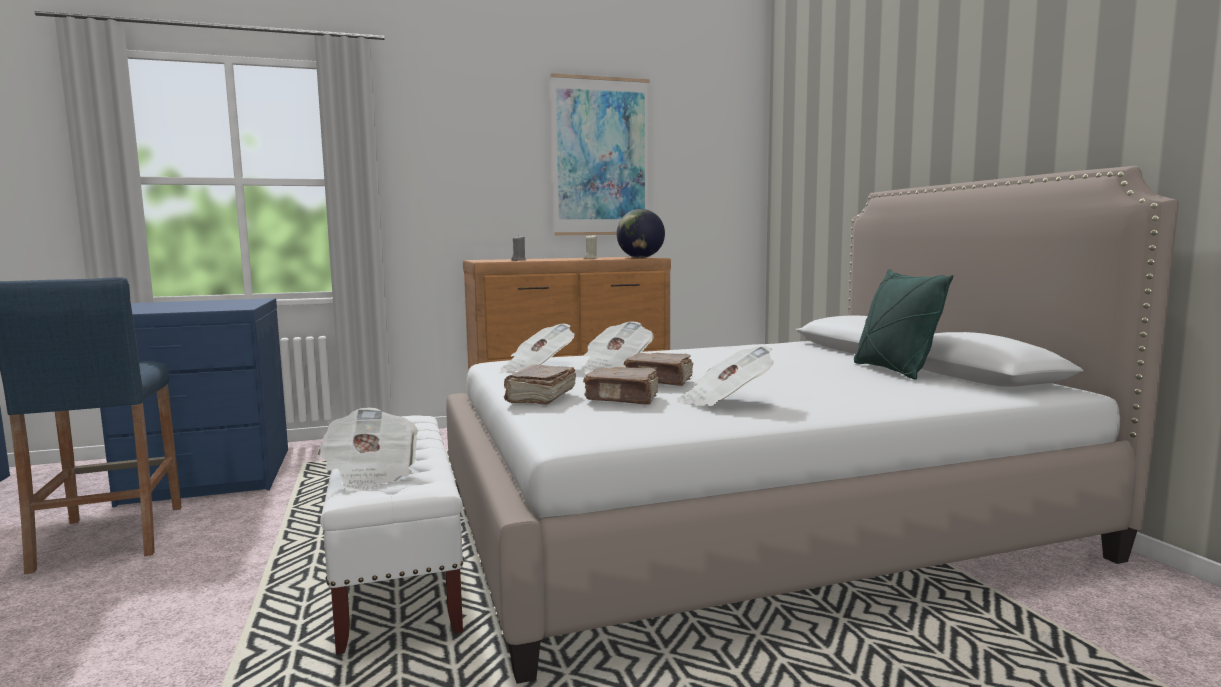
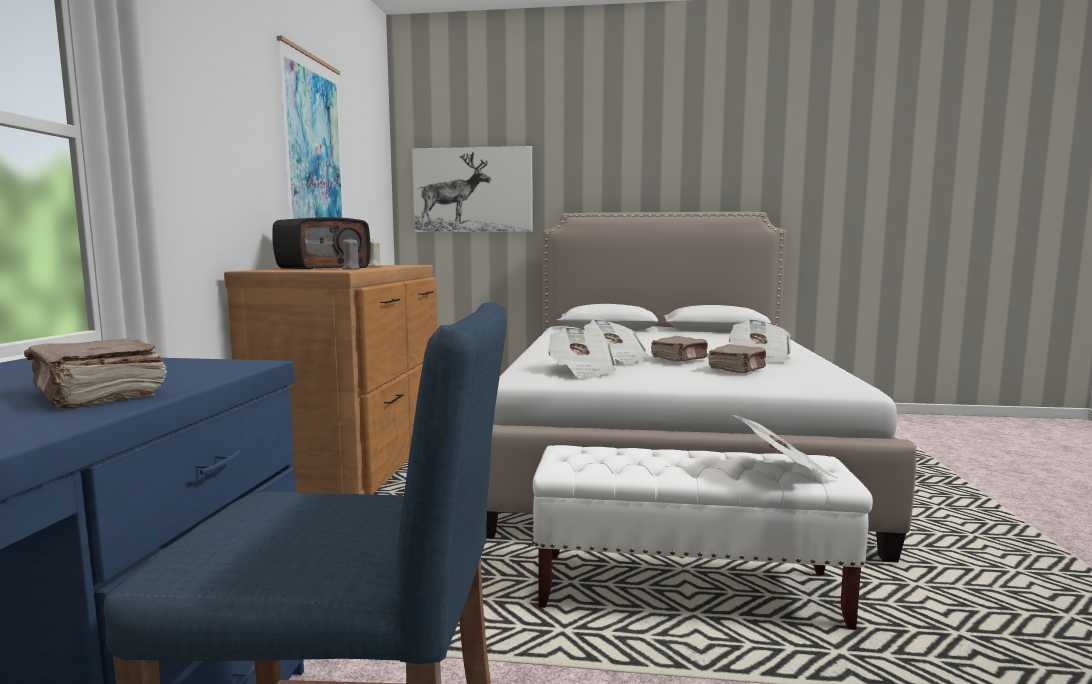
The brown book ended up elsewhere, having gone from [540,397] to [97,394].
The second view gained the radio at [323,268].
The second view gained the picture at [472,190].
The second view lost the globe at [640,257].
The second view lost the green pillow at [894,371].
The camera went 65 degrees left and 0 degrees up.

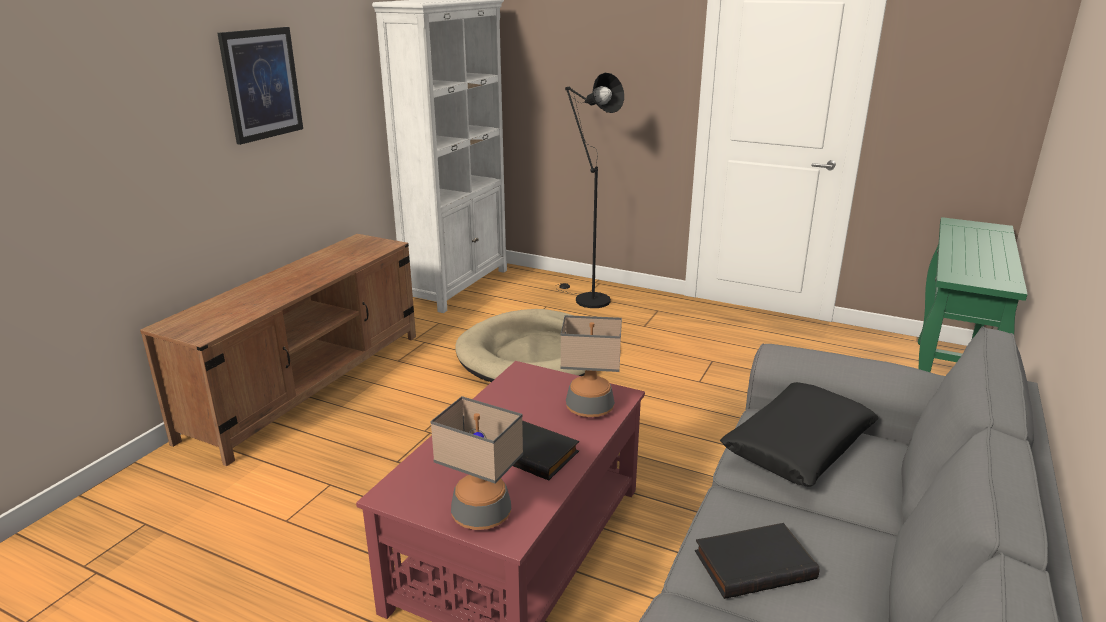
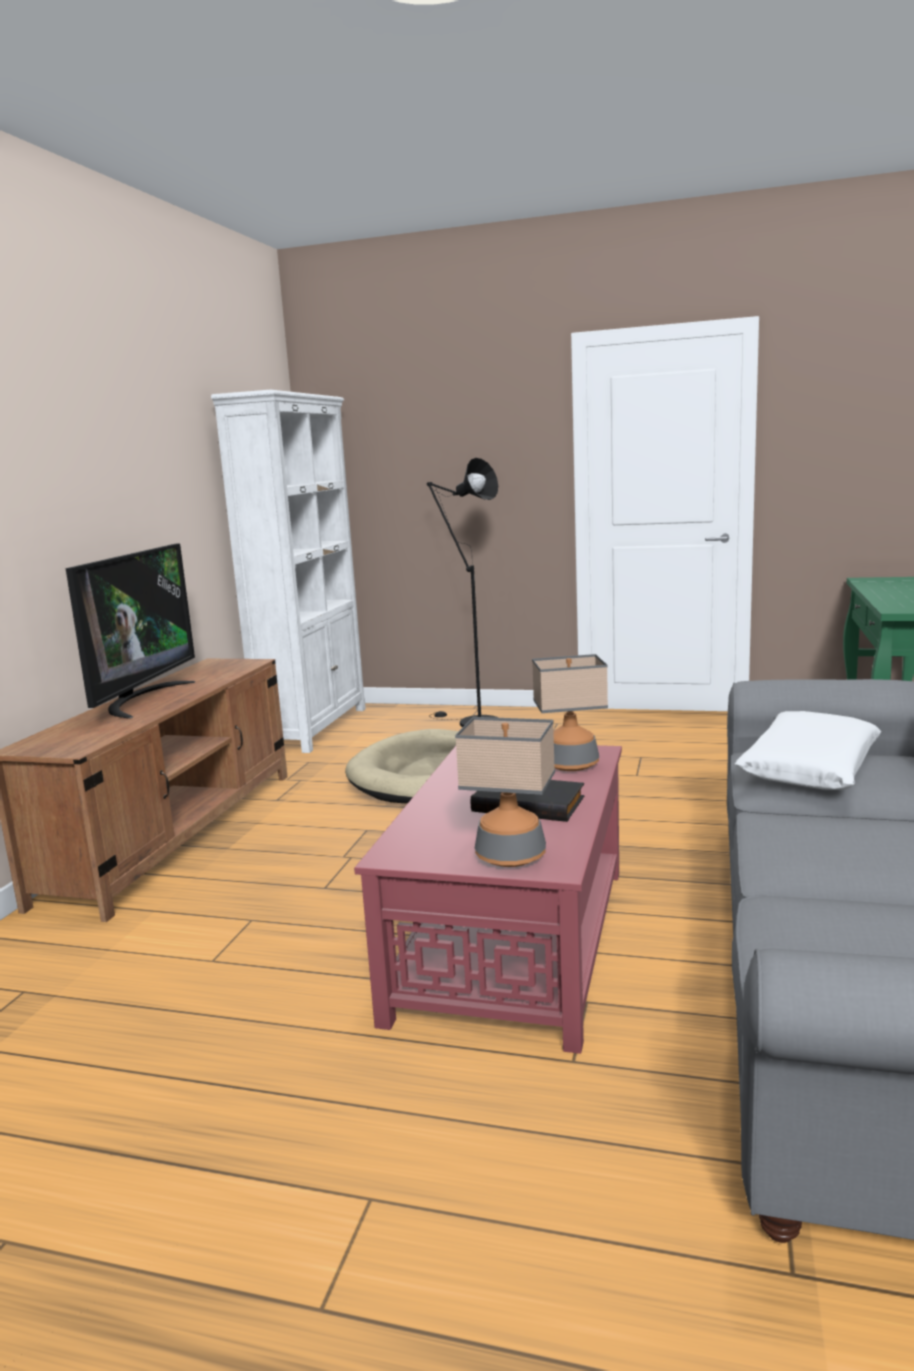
The second view gained the television at [141,699].
What was the black pillow at [798,445] turned into the white pillow at [809,768].
The second view lost the picture at [261,84].
The second view lost the black book at [753,563].
The camera went 10 degrees left and 10 degrees down.

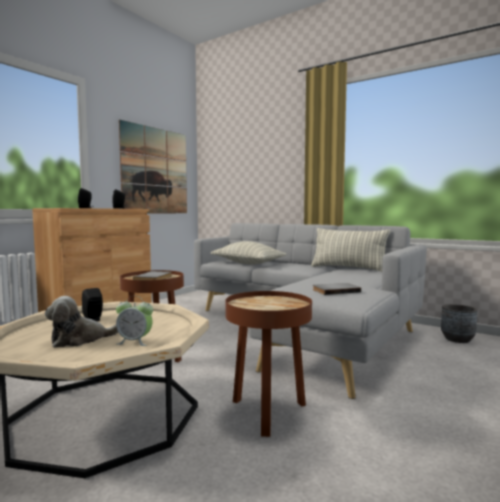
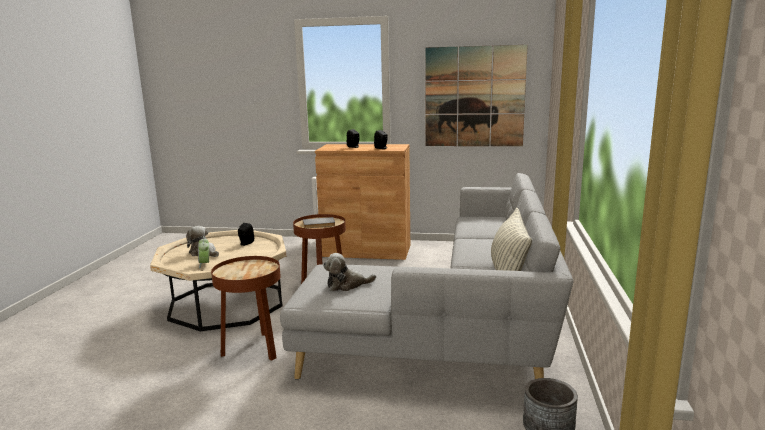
Where the grey book stood at [335,290], the plush toy came to stand at [347,285].
The second view lost the pillow at [248,263].
The camera went 65 degrees right and 10 degrees up.

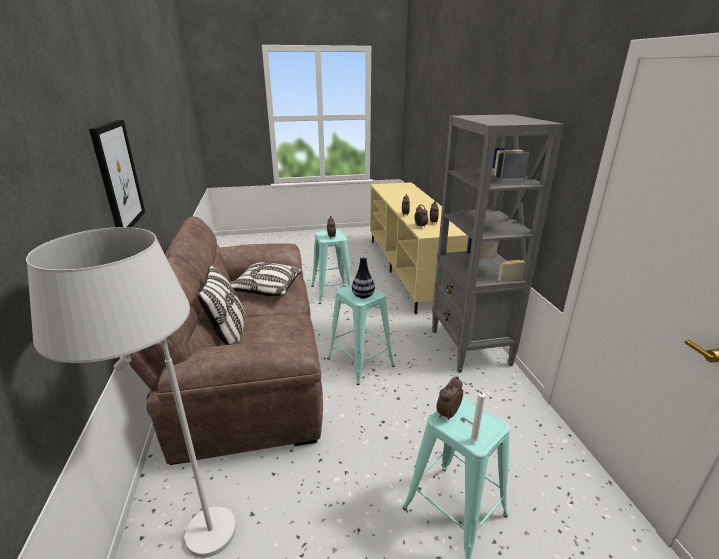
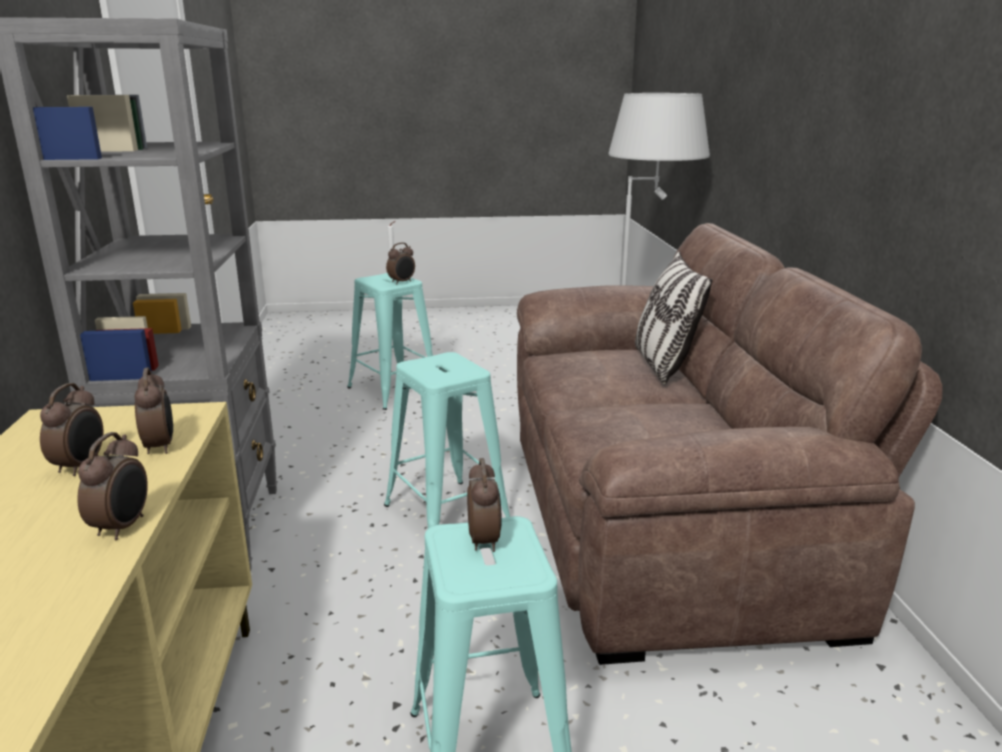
The second view lost the picture at [118,176].
The second view lost the pillow at [267,289].
The second view lost the vase at [363,296].
The camera went 175 degrees left and 5 degrees down.

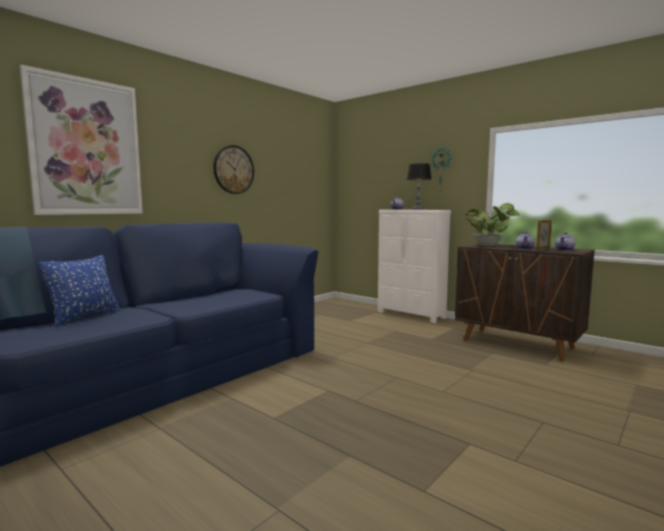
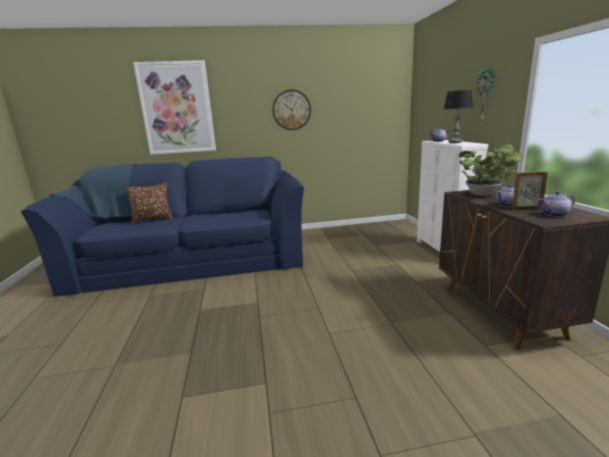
What was the blue pillow at [84,317] turned into the brown pillow at [153,220].
The camera went 40 degrees right and 10 degrees up.

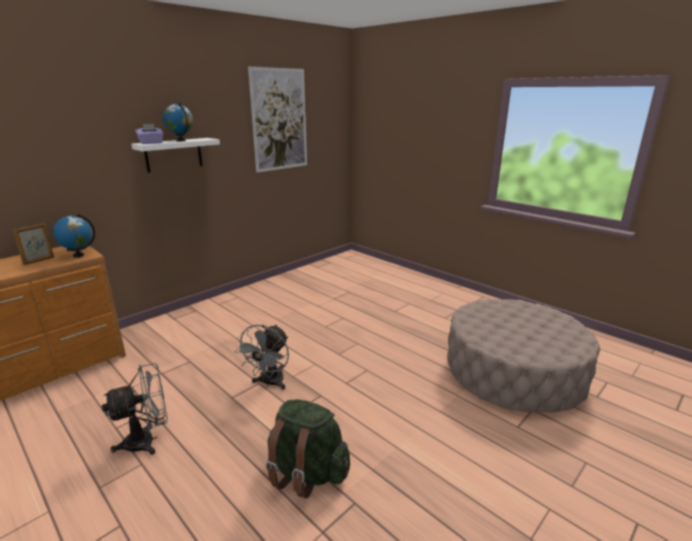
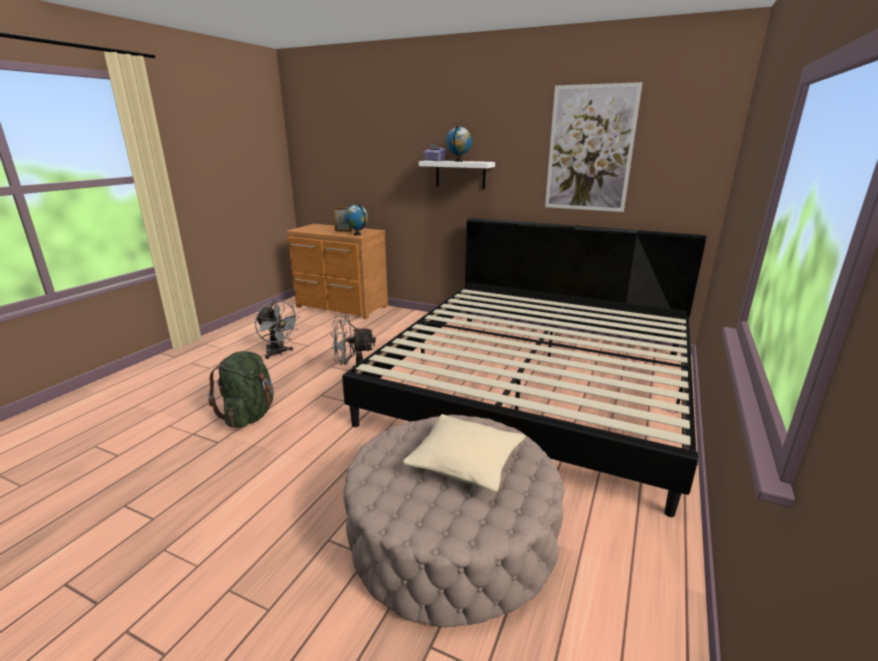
The second view gained the bed at [536,385].
The second view gained the beige pillow at [465,463].
The camera went 70 degrees right and 0 degrees up.

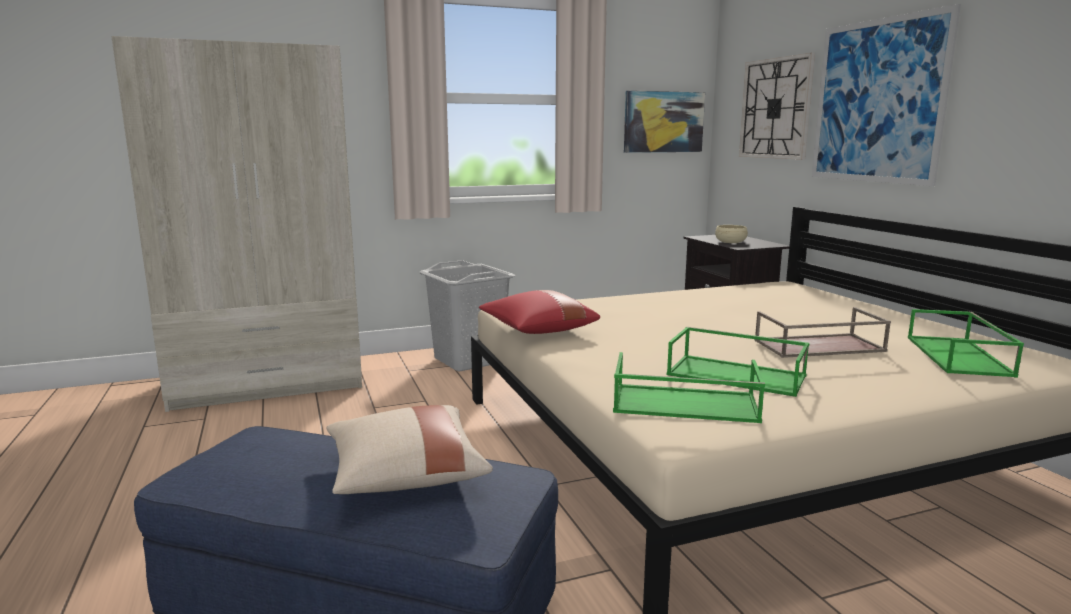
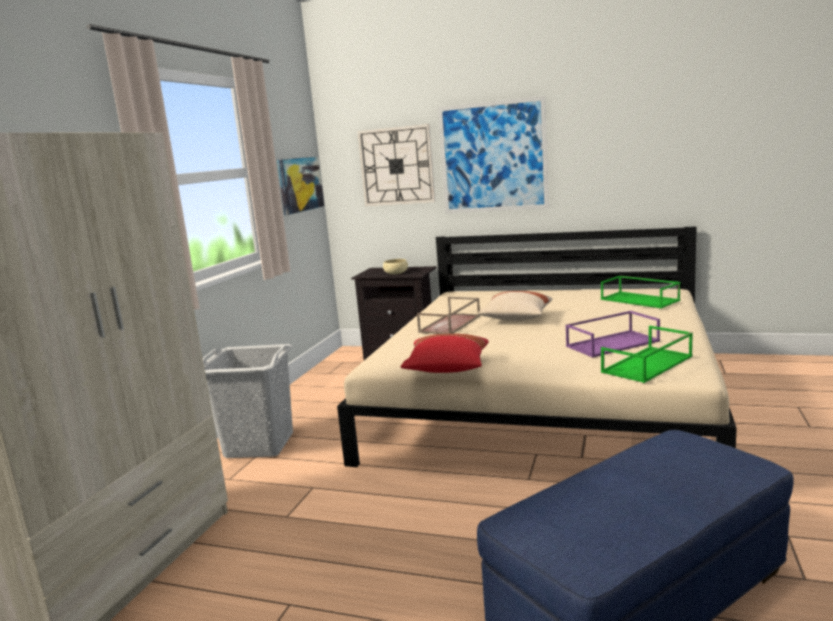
The brown tray ended up elsewhere, having gone from [818,346] to [450,324].
The beige pillow ended up elsewhere, having gone from [405,475] to [516,319].
What was the green tray at [737,375] turned into the purple tray at [612,343].
The camera went 50 degrees left and 0 degrees up.

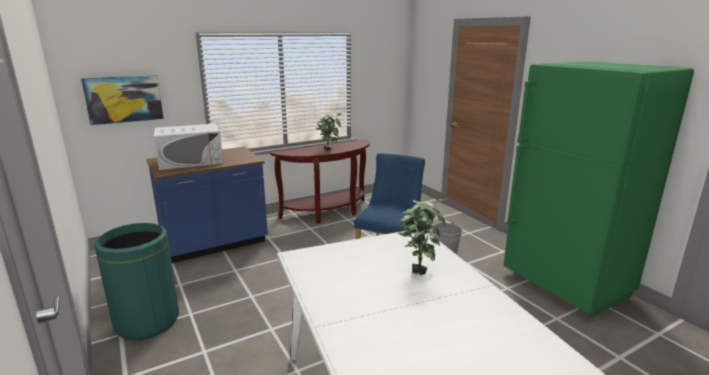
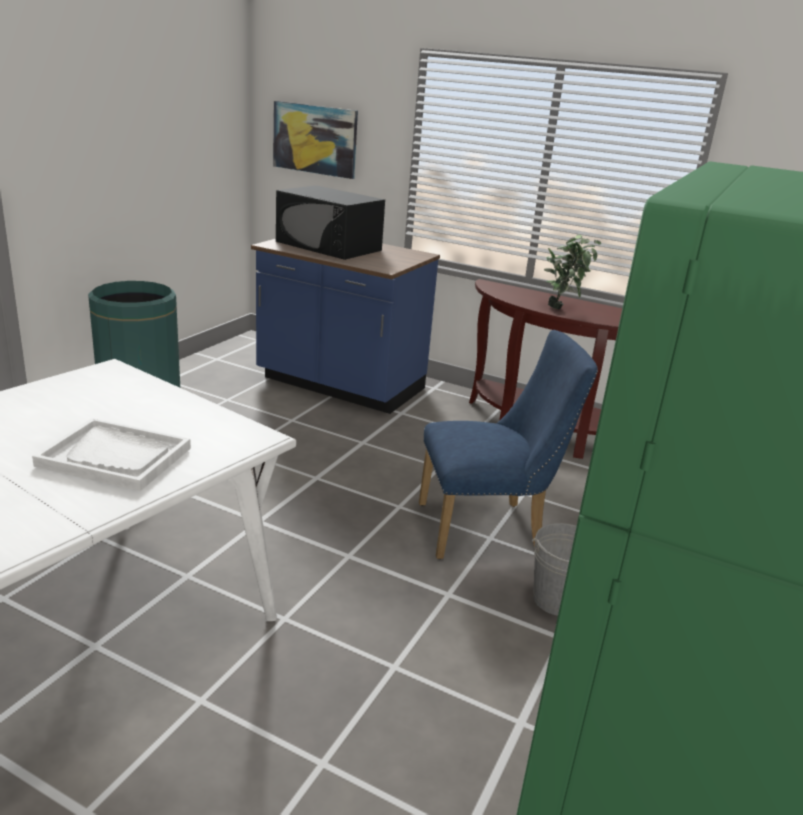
Where the potted plant stood at [419,269], the white tray came to stand at [115,457].
What was the white microwave at [191,161] turned into the black microwave at [328,246].
The camera went 55 degrees right and 5 degrees up.

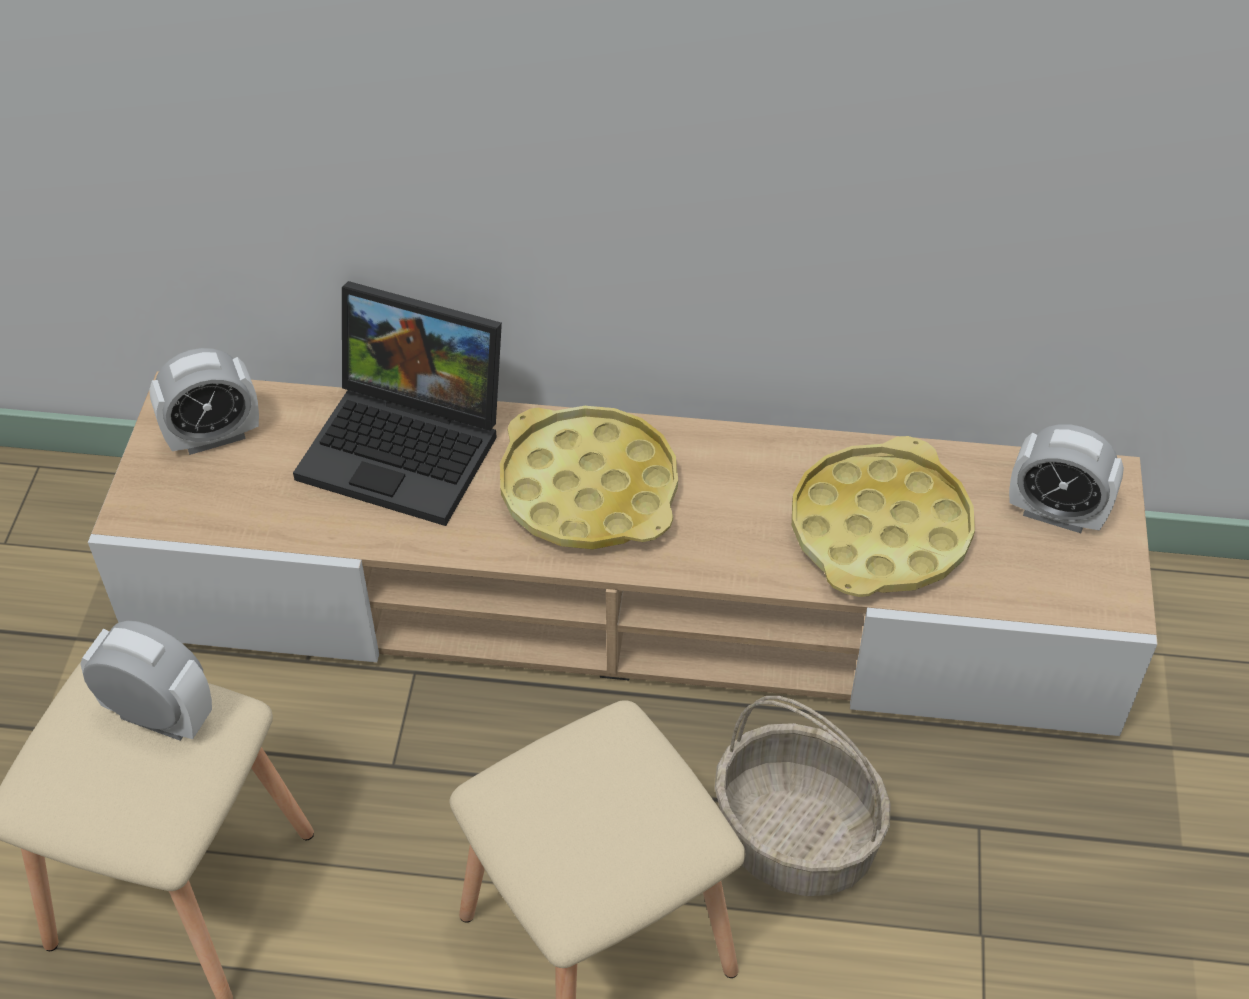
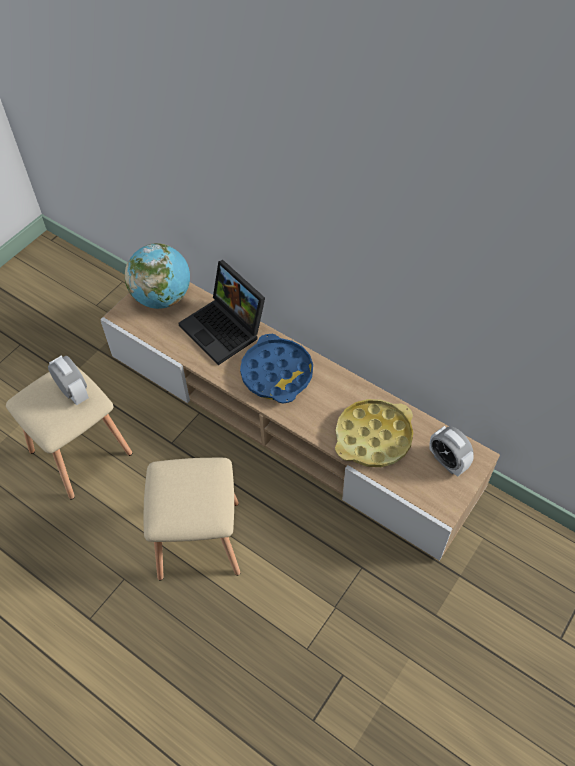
Where the alarm clock stood at [214,436], the globe came to stand at [162,297].
What was the yellow tray at [589,489] turned into the blue tray at [277,373].
The second view lost the basket at [797,837].
The camera went 30 degrees right and 5 degrees up.

